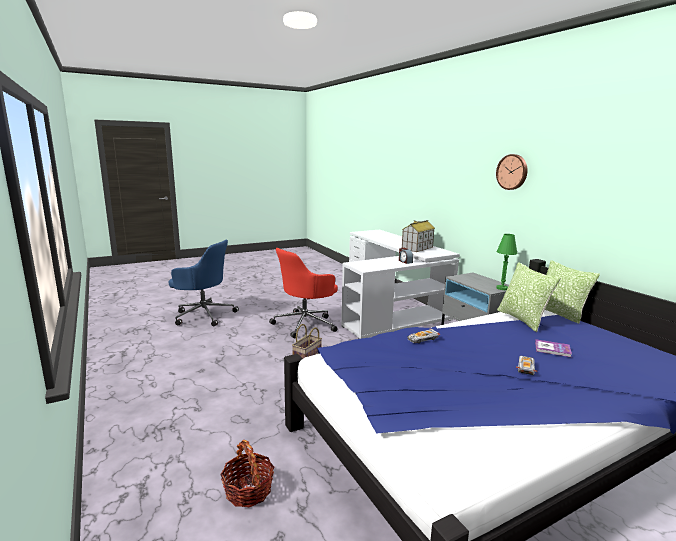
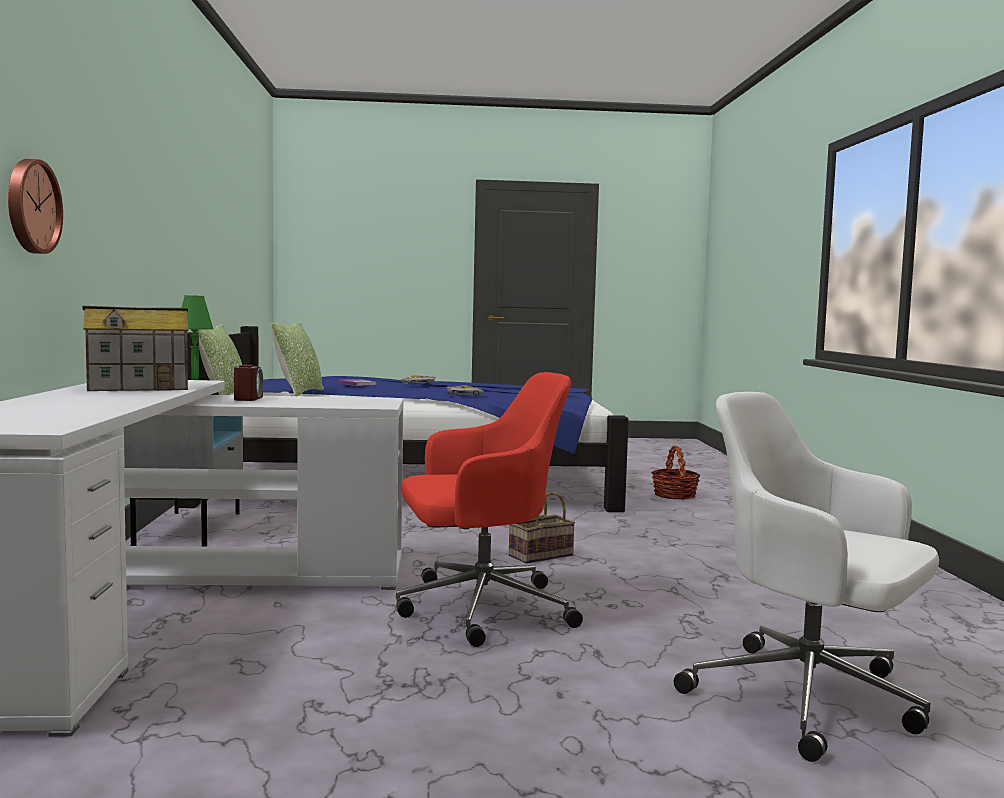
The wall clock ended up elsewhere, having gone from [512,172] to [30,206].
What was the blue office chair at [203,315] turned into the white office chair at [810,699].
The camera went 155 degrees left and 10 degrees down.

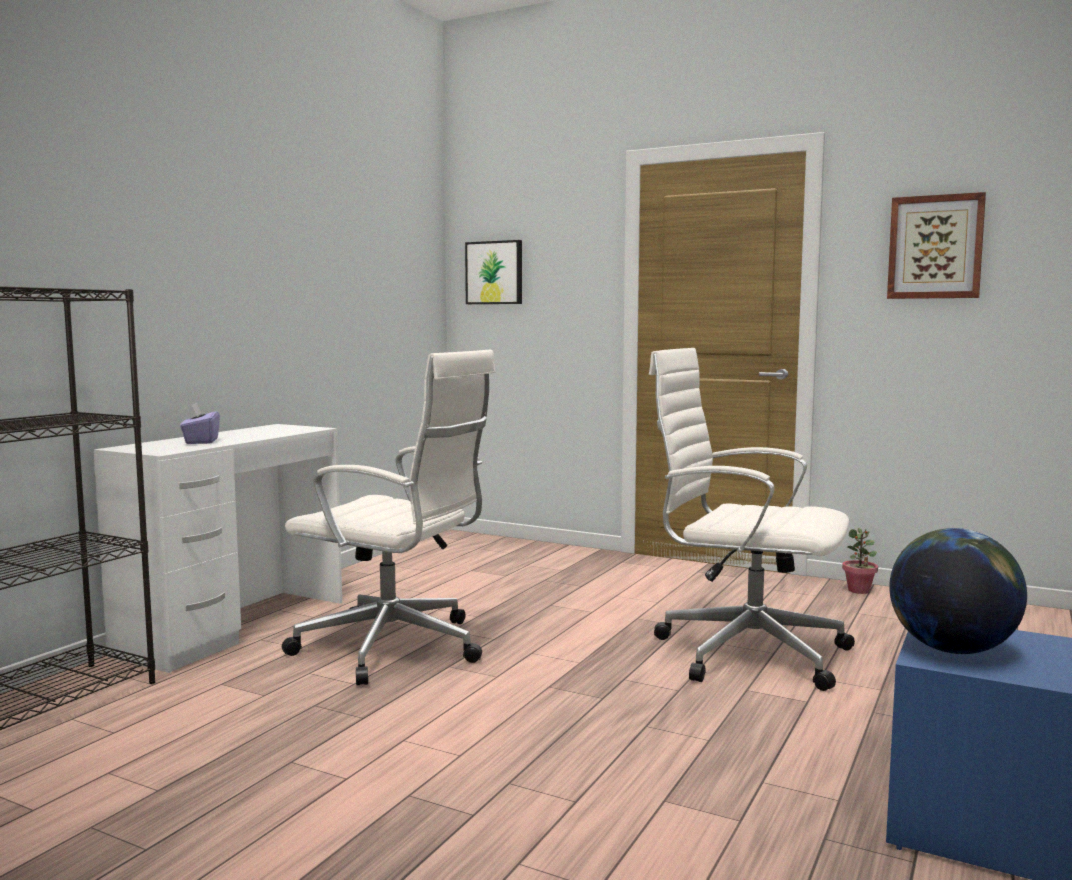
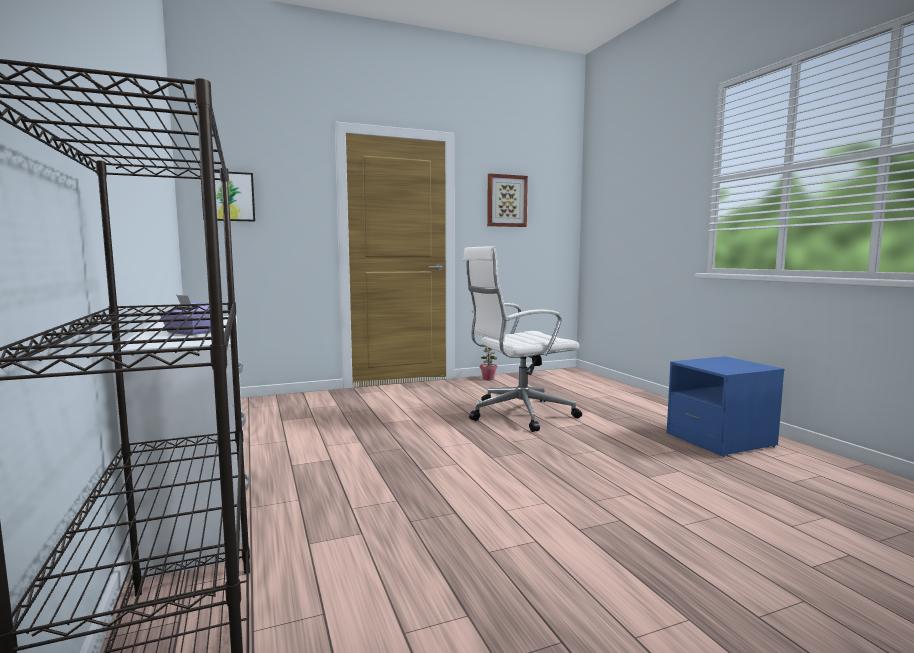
The second view lost the white office chair at [395,648].
The second view lost the globe at [952,649].
The camera went 50 degrees left and 0 degrees up.

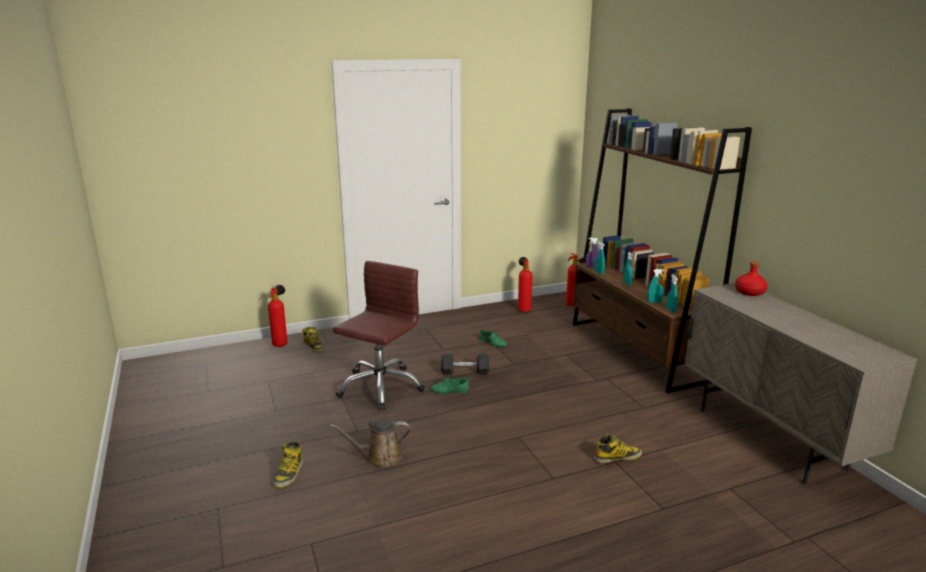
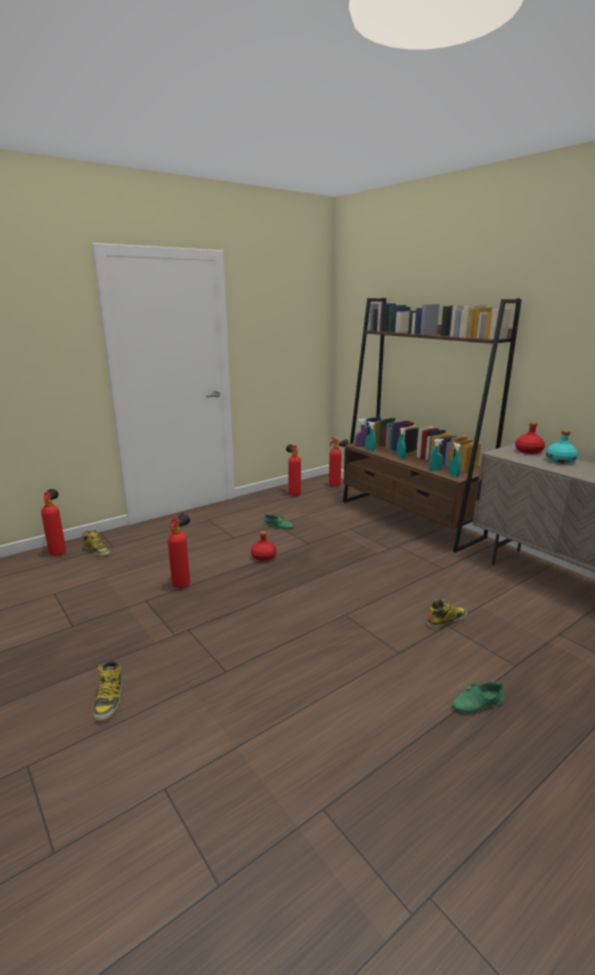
Where the brown office chair stood at [380,387], the fire extinguisher came to stand at [183,583].
Where the grey dumbbell stood at [465,372], the red bottle came to stand at [264,556].
The green shoe ended up elsewhere, having gone from [449,391] to [478,704].
The second view gained the turquoise bottle at [560,460].
The second view lost the brown watering can at [380,458].
The camera went 15 degrees left and 0 degrees up.

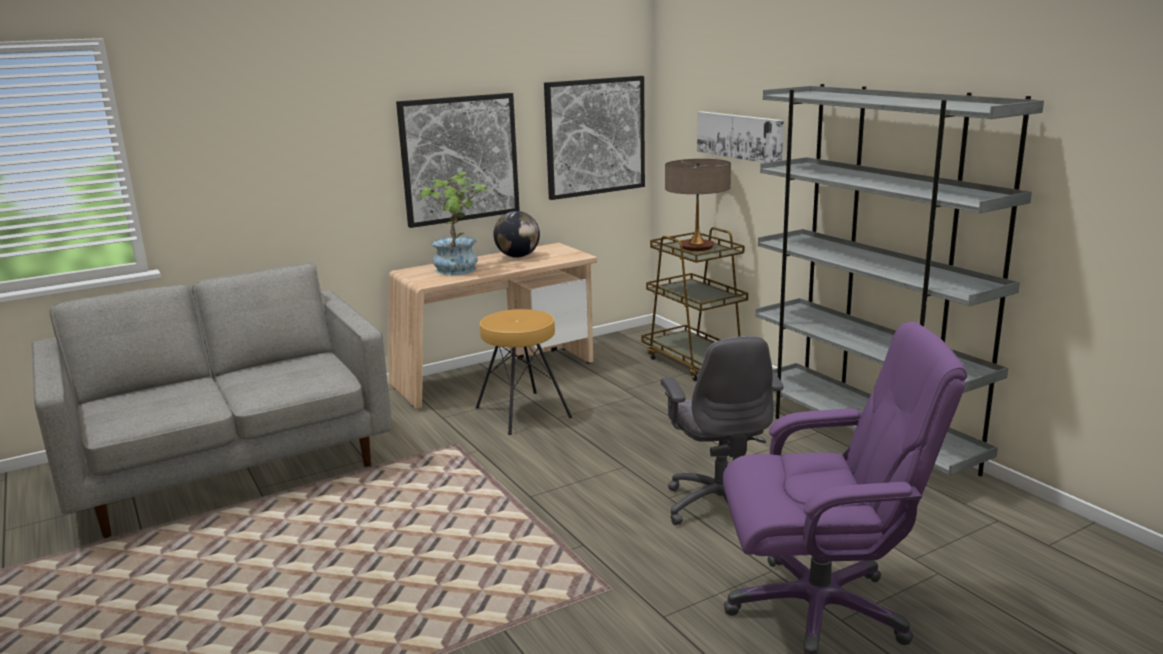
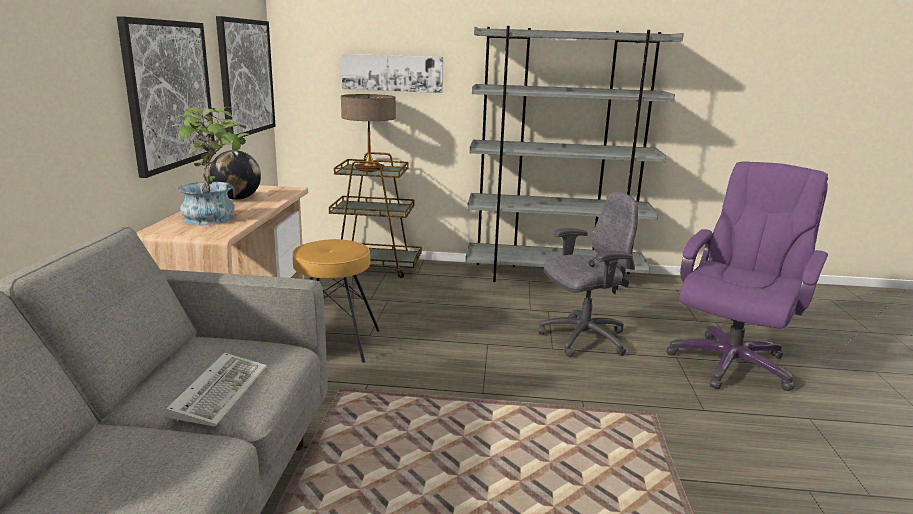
The second view gained the keyboard at [220,391].
The grey office chair at [720,505] ended up facing another way, 45 degrees counterclockwise from before.
The camera went 55 degrees left and 0 degrees up.

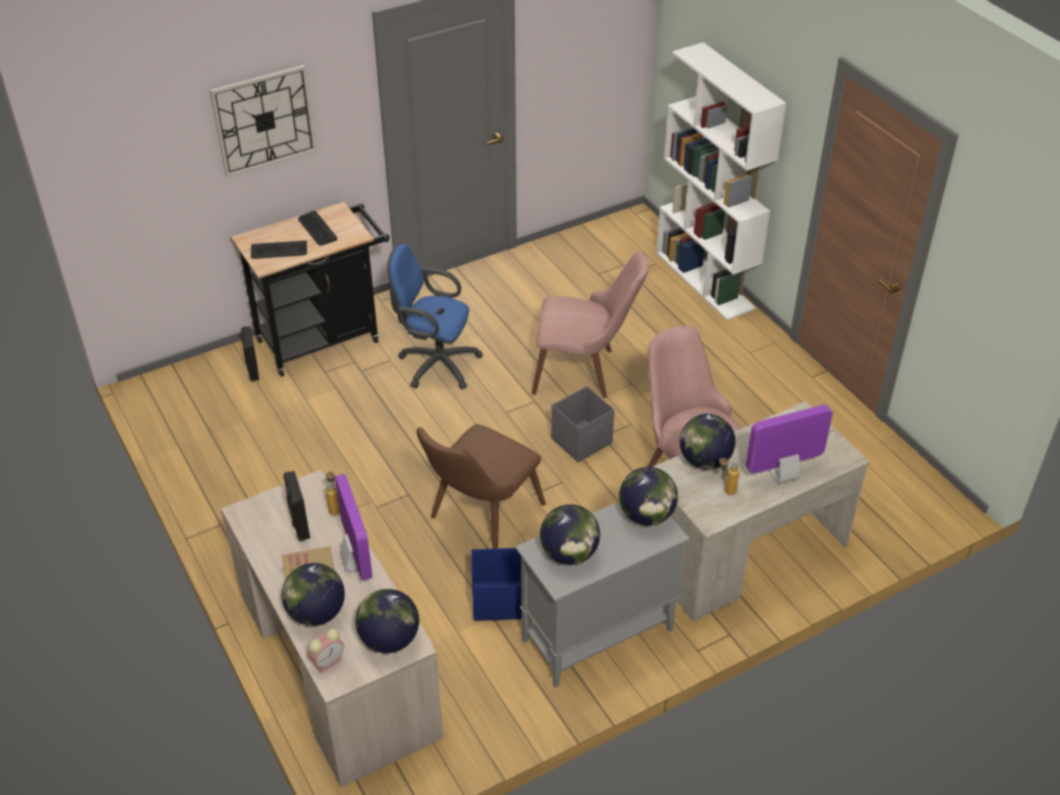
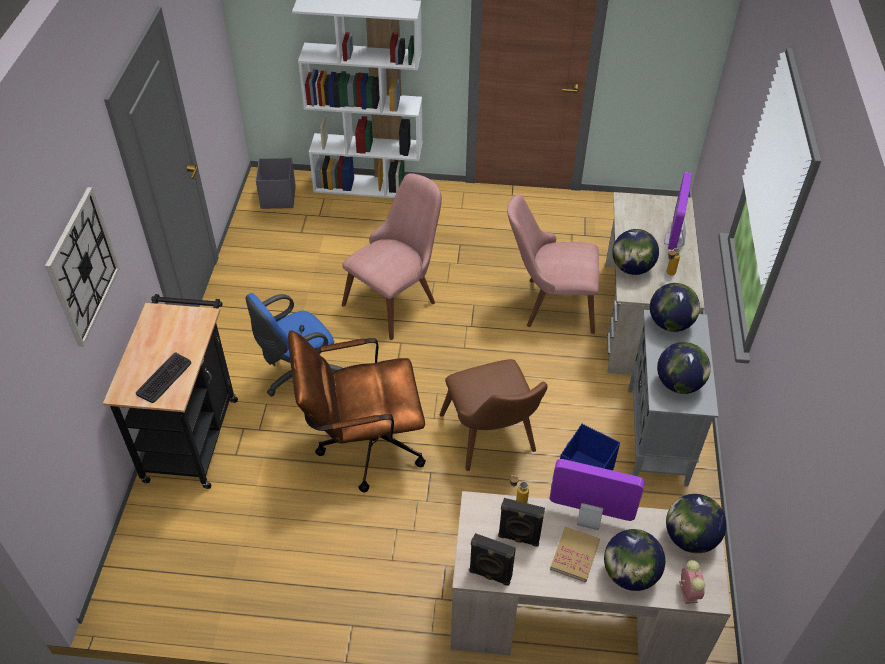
The grey storage box ended up elsewhere, having gone from [582,441] to [278,197].
The second view gained the brown office chair at [362,446].
The black speaker ended up elsewhere, having gone from [252,370] to [490,575].
The second view lost the keyboard at [317,229].
The camera went 55 degrees left and 5 degrees up.

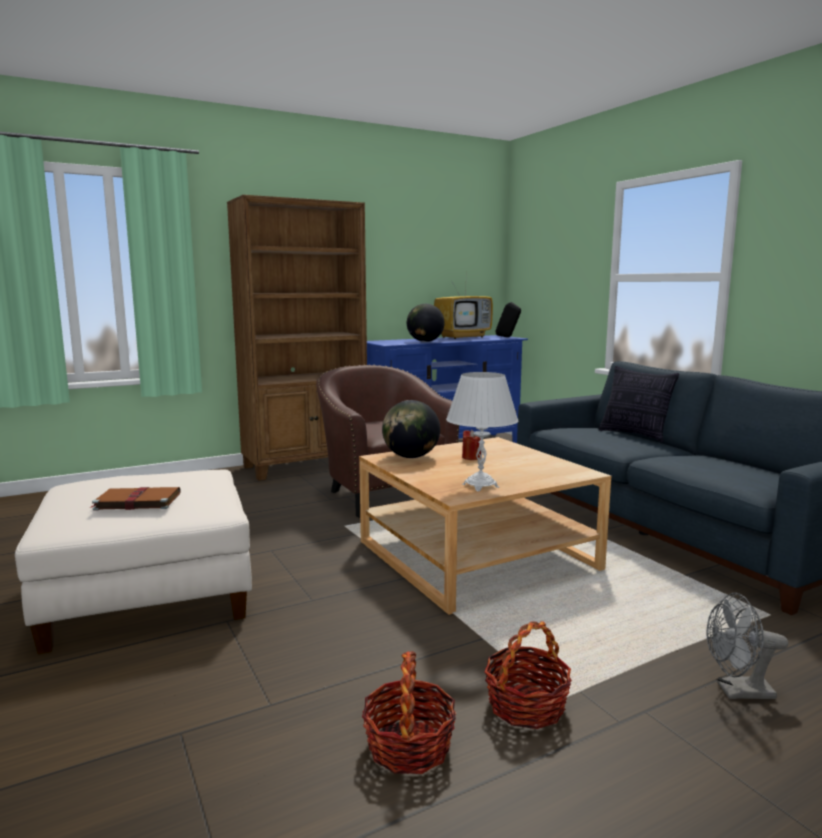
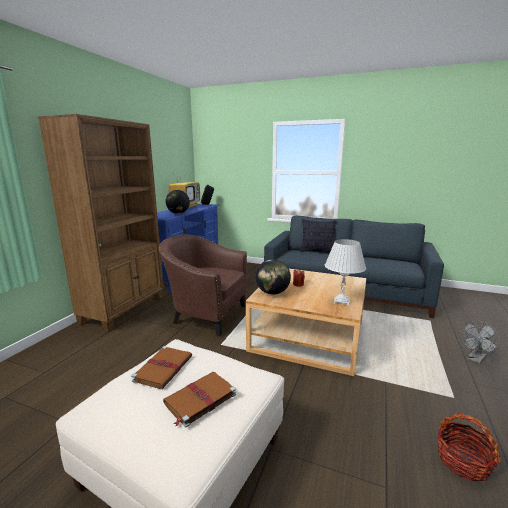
The second view gained the brown book at [164,368].
The second view lost the basket at [526,706].
The camera went 40 degrees left and 5 degrees up.

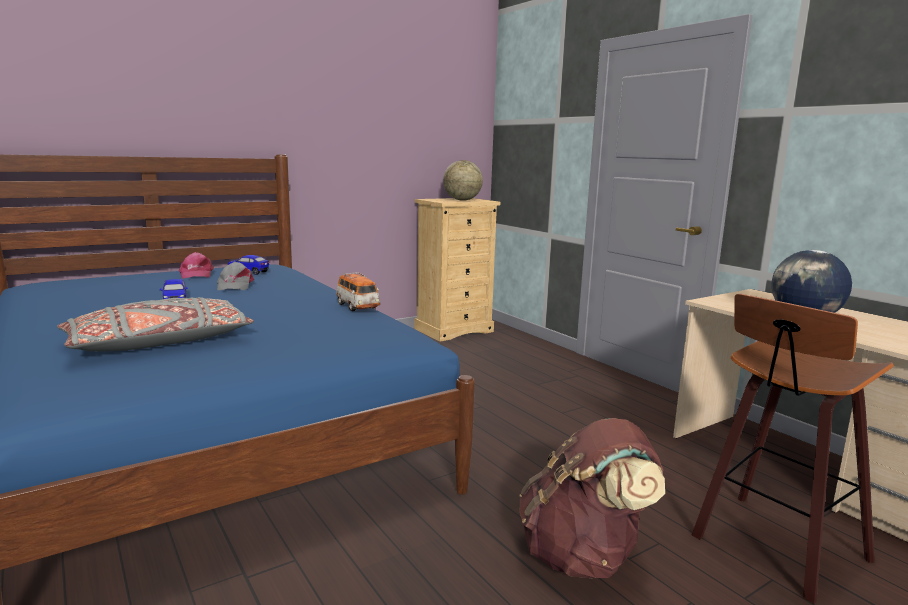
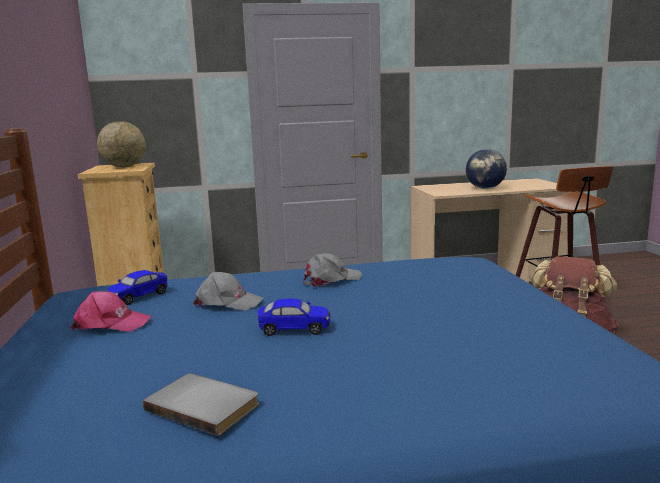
The second view gained the grey book at [205,405].
The second view gained the grey cap at [331,279].
The second view lost the grey pillow at [159,343].
The second view lost the toy car at [357,307].
The camera went 65 degrees left and 0 degrees up.

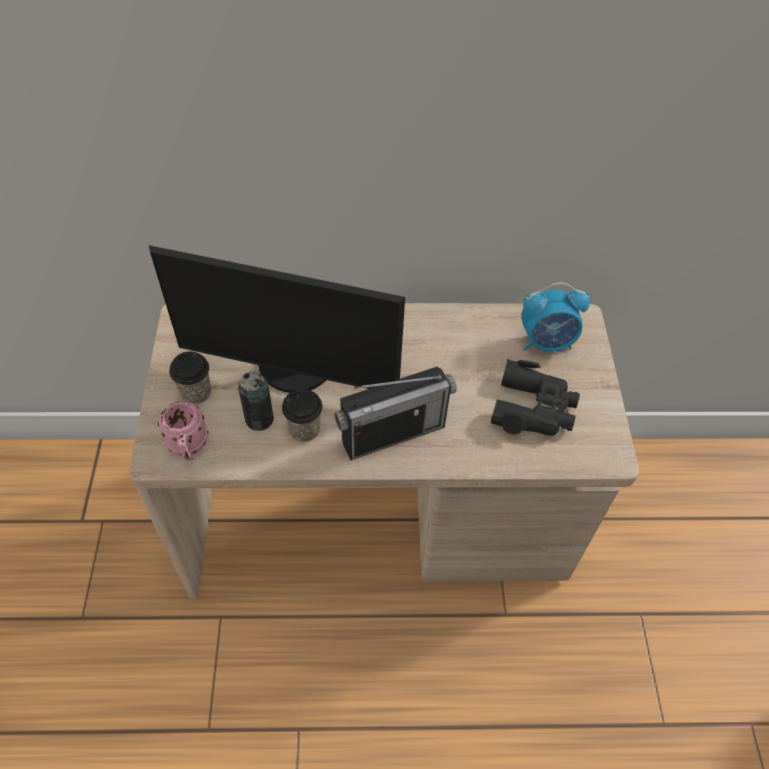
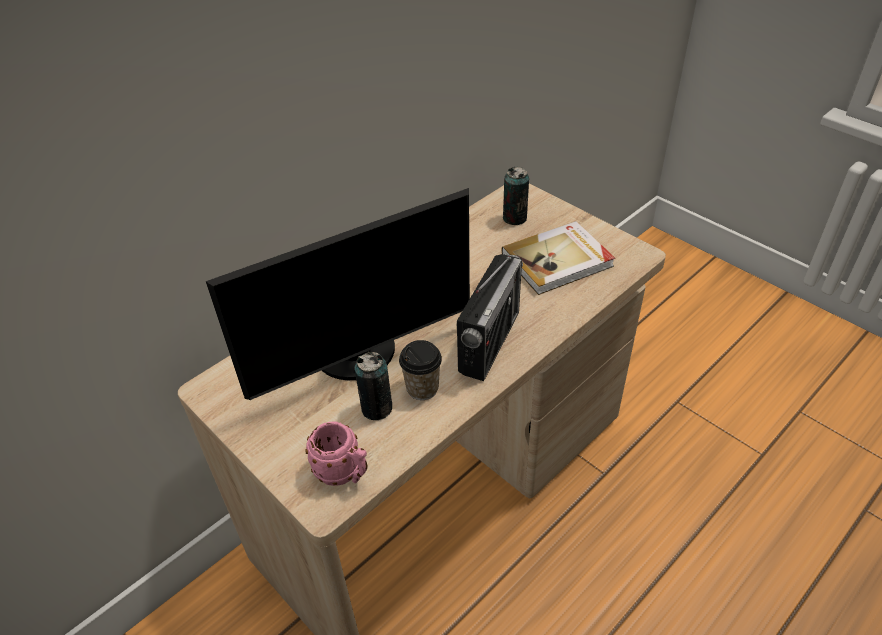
Where the black binoculars stood at [533,408], the book came to stand at [558,260].
Where the alarm clock stood at [546,342], the can came to stand at [514,218].
The second view lost the cup at [196,393].
The camera went 40 degrees left and 10 degrees down.

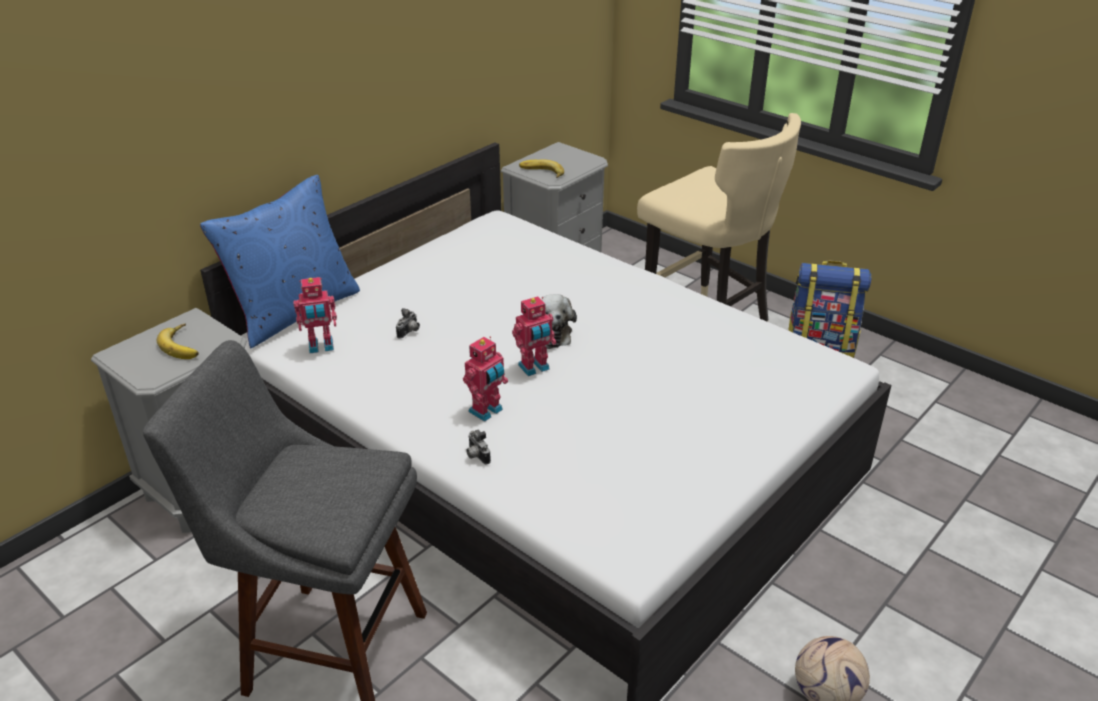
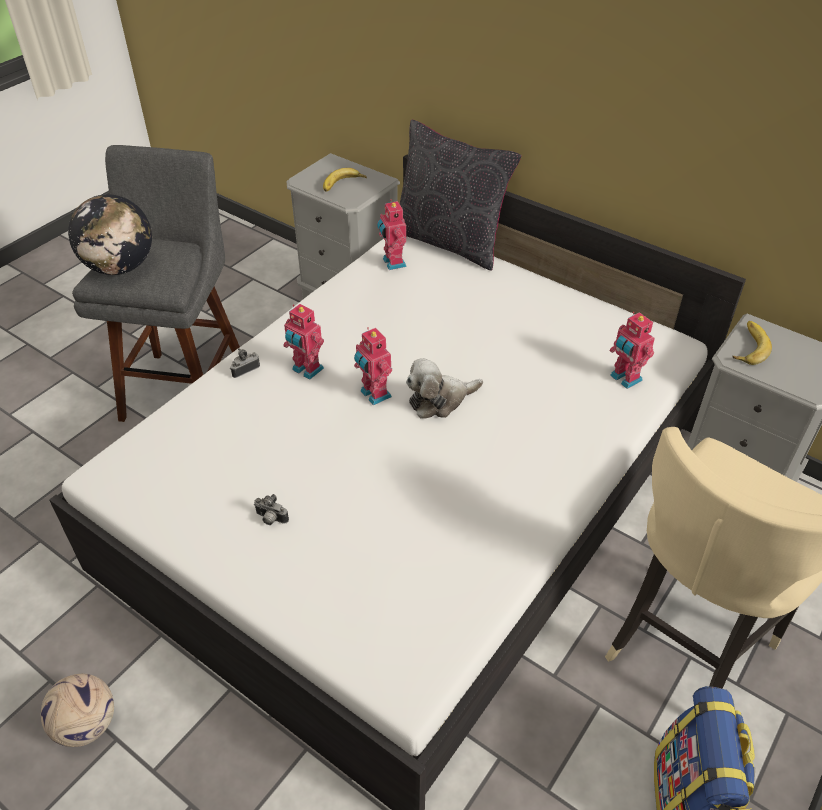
The second view gained the globe at [120,267].
The photo camera ended up elsewhere, having gone from [409,332] to [270,519].
What was the blue pillow at [294,311] turned into the black pillow at [449,241].
The second view gained the toy robot at [624,379].
The camera went 85 degrees right and 10 degrees up.

